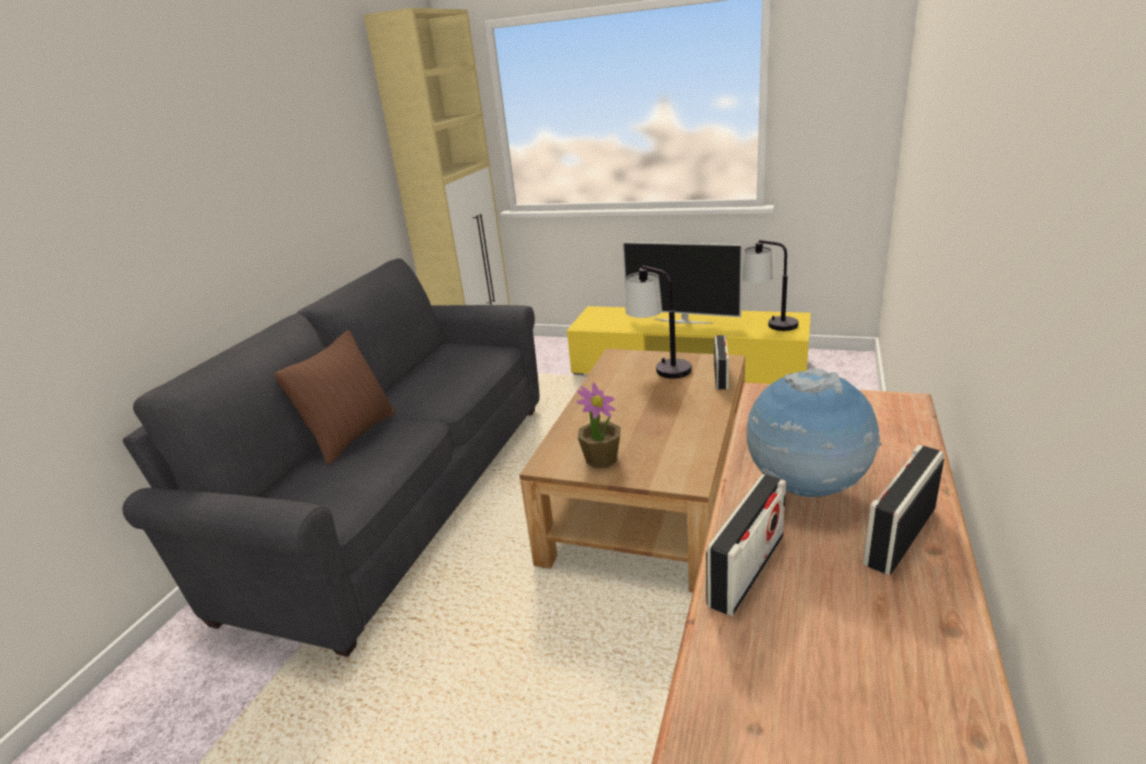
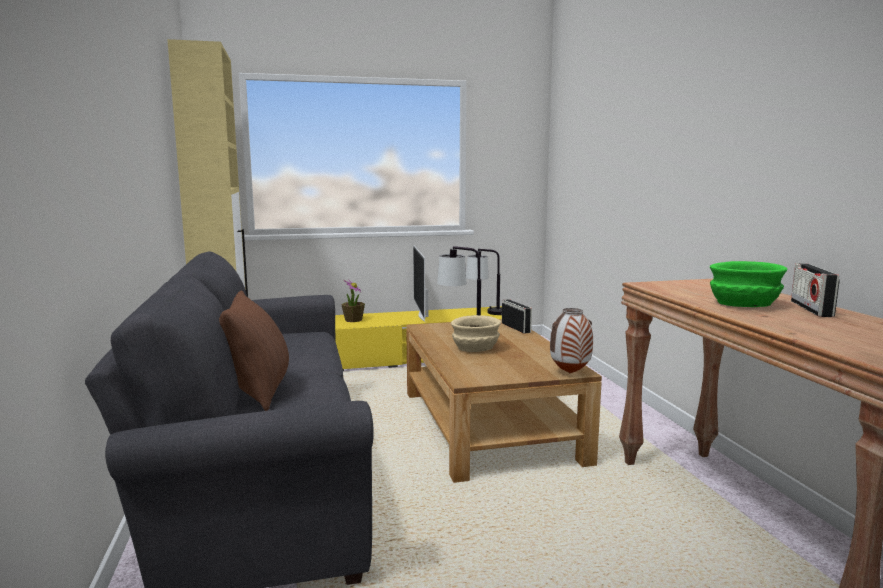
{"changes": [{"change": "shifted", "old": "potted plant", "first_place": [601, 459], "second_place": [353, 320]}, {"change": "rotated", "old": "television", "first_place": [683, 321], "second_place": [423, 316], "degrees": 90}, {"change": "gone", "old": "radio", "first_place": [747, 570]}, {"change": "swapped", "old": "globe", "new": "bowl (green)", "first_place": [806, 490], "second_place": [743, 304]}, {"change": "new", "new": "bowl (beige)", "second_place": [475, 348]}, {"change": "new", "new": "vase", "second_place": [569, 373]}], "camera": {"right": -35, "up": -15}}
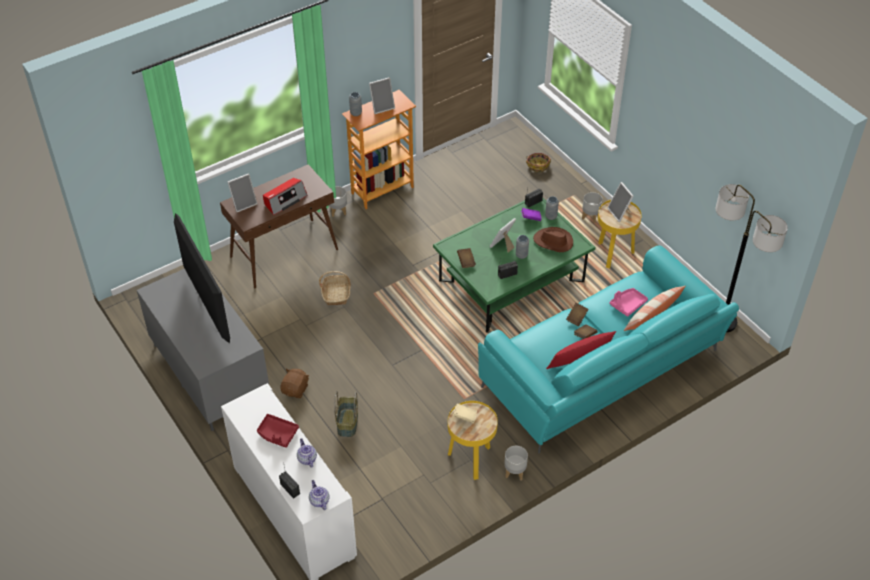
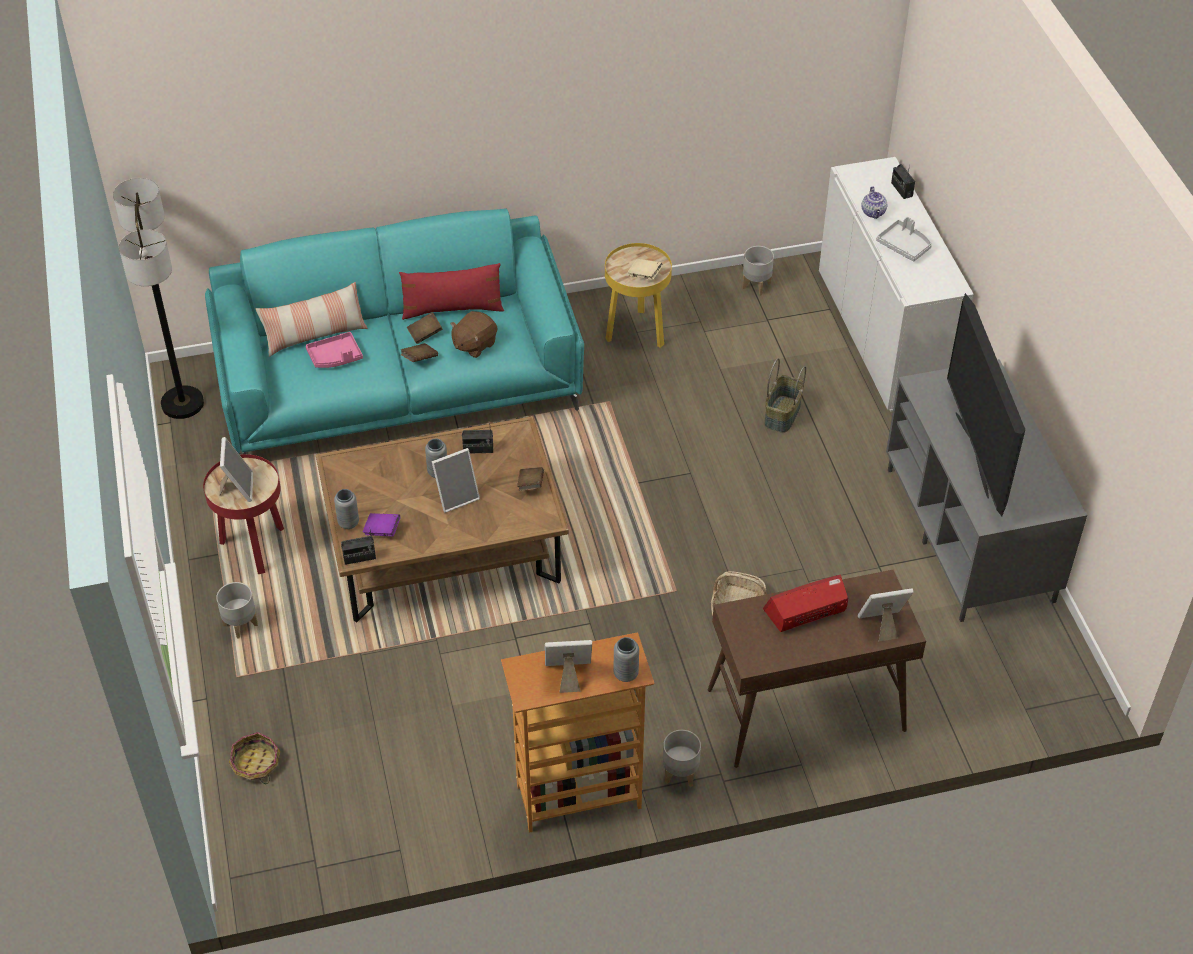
{"changes": [{"change": "repainted", "old": "tray (red)", "new": "tray (grey)", "first_place": [277, 434], "second_place": [904, 246]}, {"change": "shifted", "old": "plush toy (brown)", "first_place": [295, 389], "second_place": [474, 344]}, {"change": "gone", "old": "teapot", "first_place": [319, 501]}, {"change": "repainted", "old": "coffee table (green)", "new": "coffee table (brown)", "first_place": [511, 281], "second_place": [445, 549]}, {"change": "shifted", "old": "planter (grey)", "first_place": [514, 472], "second_place": [756, 285]}, {"change": "gone", "old": "hat (brown)", "first_place": [553, 242]}, {"change": "repainted", "old": "side table (yellow)", "new": "side table (red)", "first_place": [613, 254], "second_place": [254, 547]}], "camera": {"right": -160, "up": 0}}
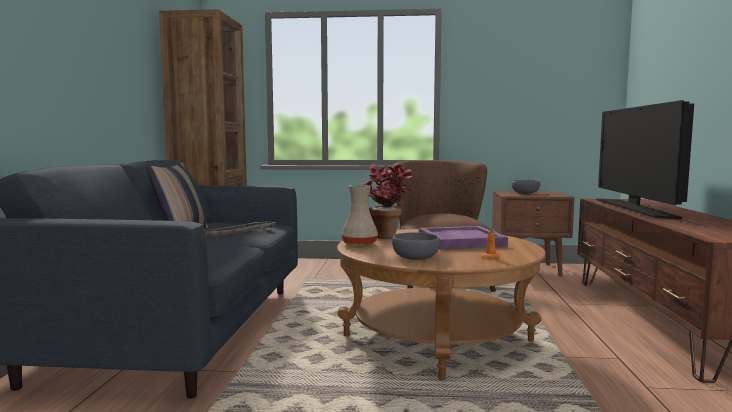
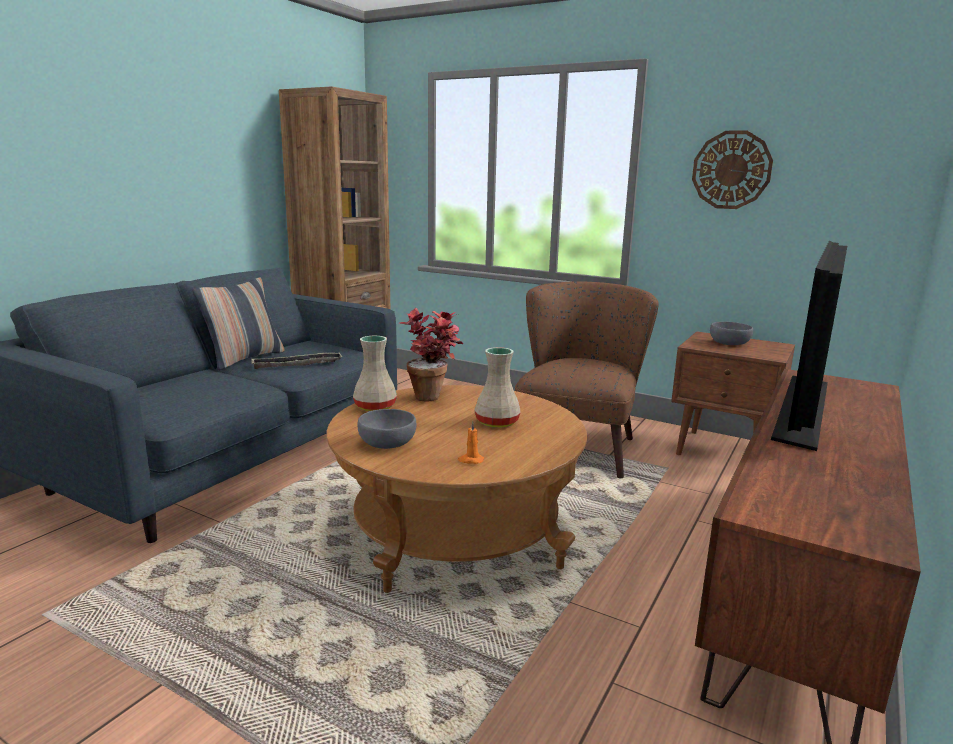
{"changes": [{"change": "swapped", "old": "tray (purple)", "new": "vase (beige)", "first_place": [460, 241], "second_place": [496, 422]}, {"change": "new", "new": "wall clock", "second_place": [731, 170]}], "camera": {"right": 25, "up": 10}}
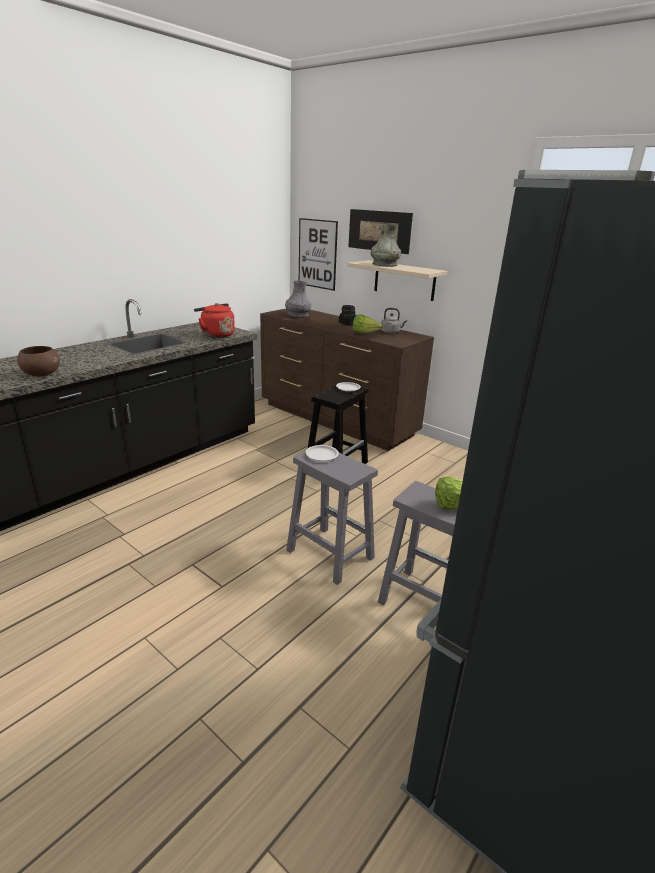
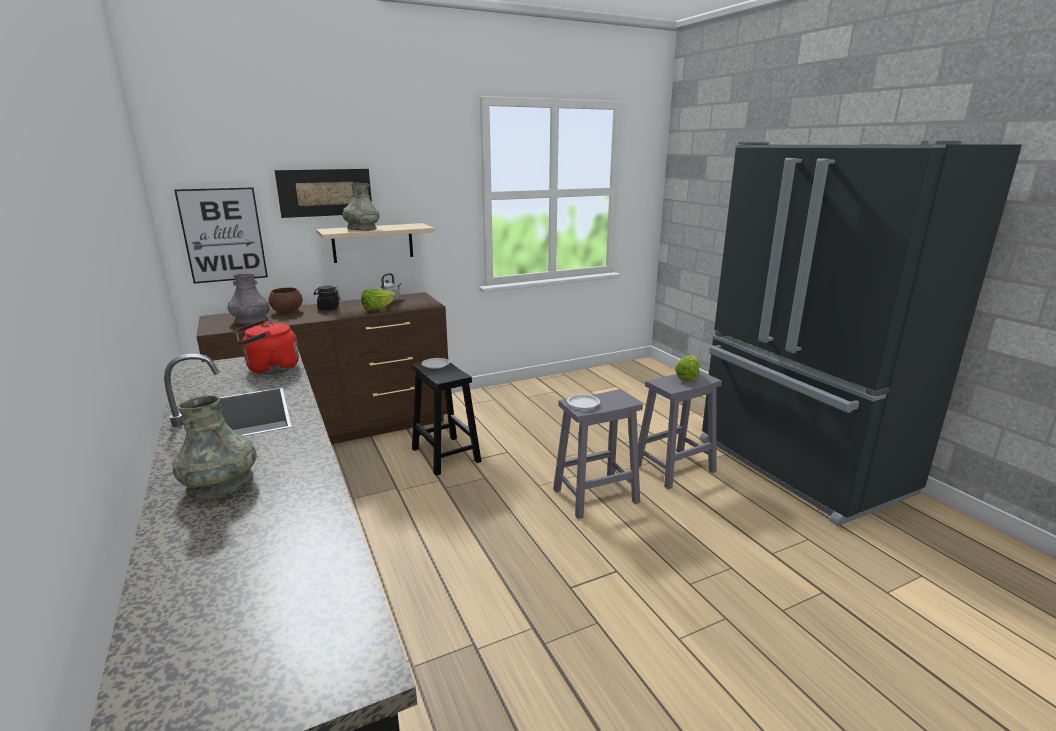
{"changes": [{"change": "shifted", "old": "bowl (brown)", "first_place": [41, 374], "second_place": [287, 311]}, {"change": "new", "new": "vase (grey)", "second_place": [221, 484]}], "camera": {"right": -65, "up": -5}}
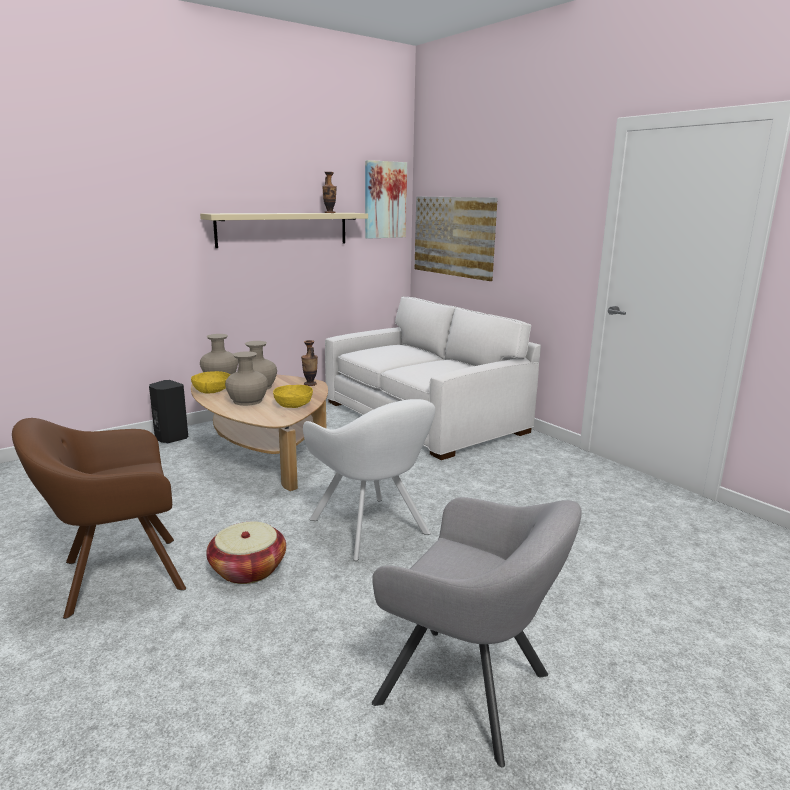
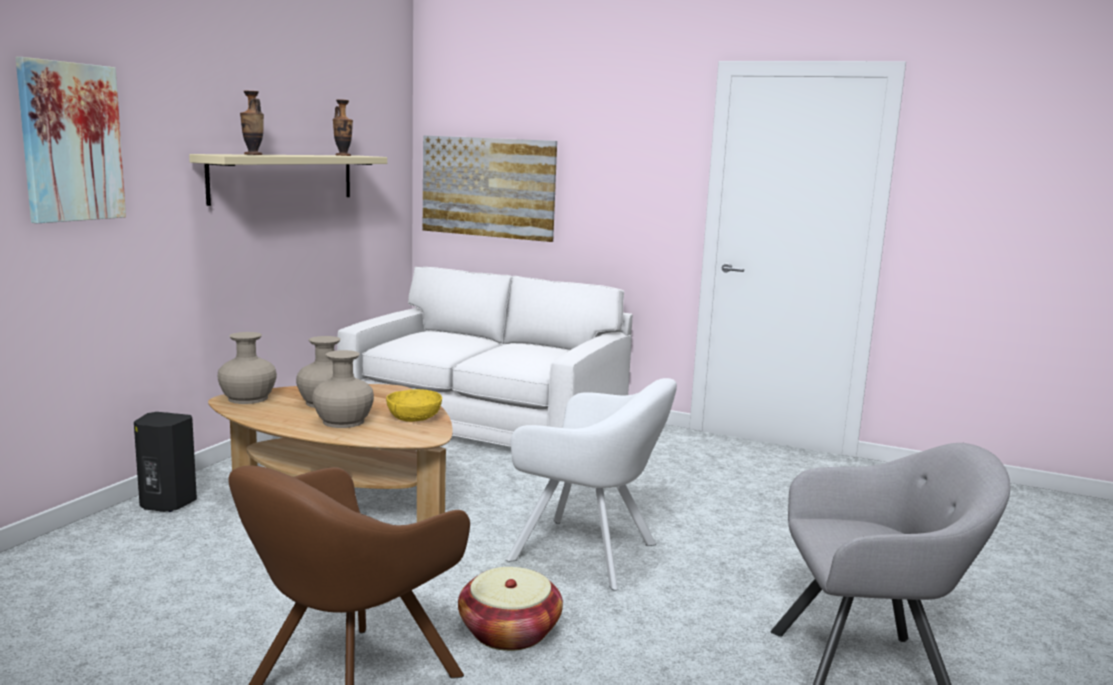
{"changes": [{"change": "gone", "old": "bowl (yellow)", "first_place": [211, 390]}, {"change": "shifted", "old": "vase", "first_place": [310, 384], "second_place": [253, 154]}, {"change": "shifted", "old": "picture", "first_place": [384, 200], "second_place": [71, 142]}], "camera": {"right": -30, "up": -5}}
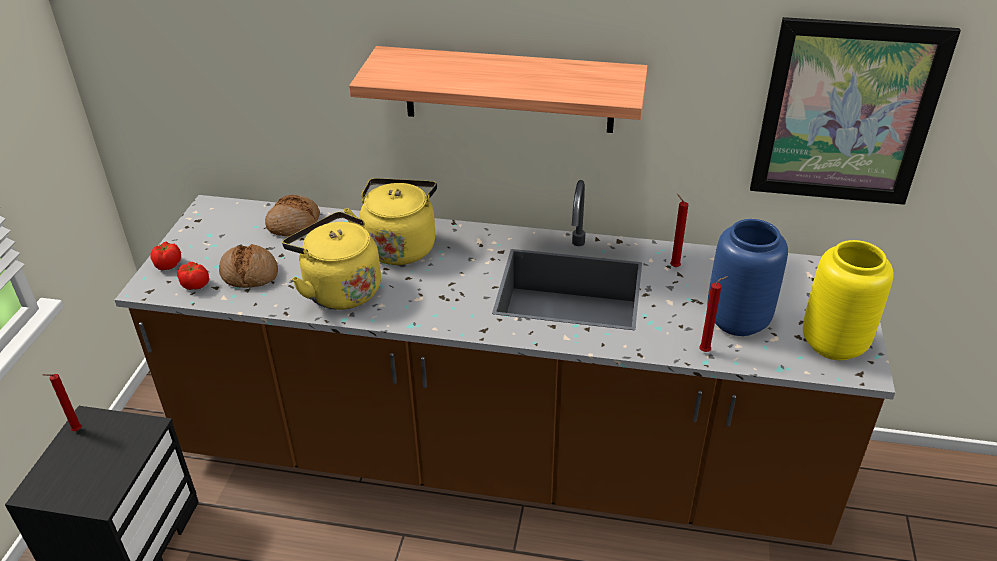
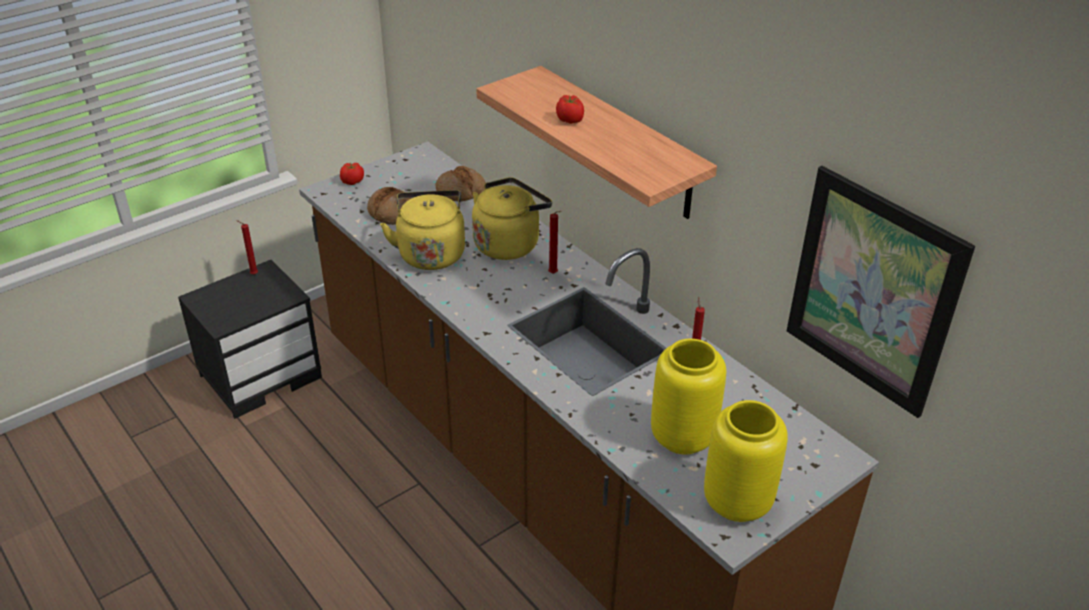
{"changes": [{"change": "shifted", "old": "tomato", "first_place": [195, 285], "second_place": [570, 120]}, {"change": "shifted", "old": "candle (red)", "first_place": [706, 351], "second_place": [554, 274]}, {"change": "repainted", "old": "vase (blue)", "new": "vase (yellow)", "first_place": [739, 321], "second_place": [683, 438]}], "camera": {"right": 40, "up": 0}}
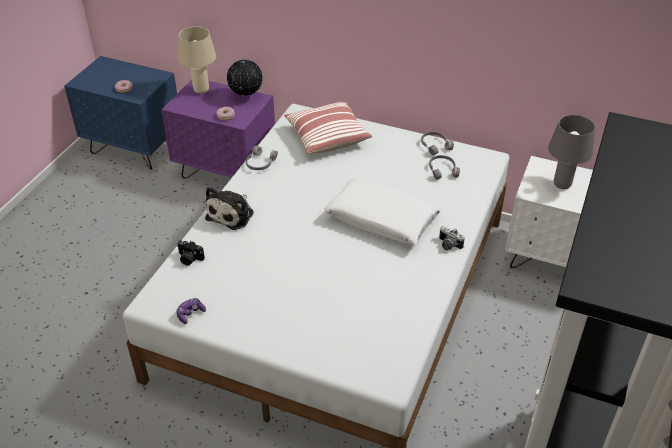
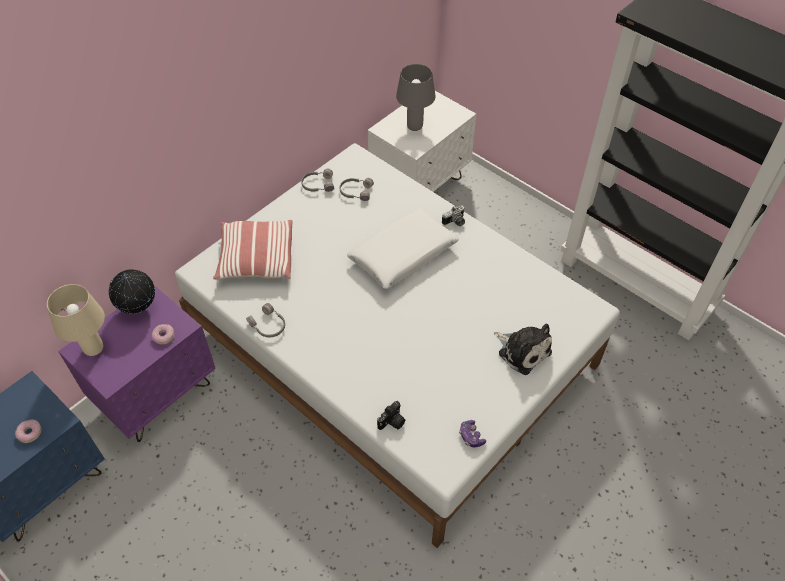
{"changes": [{"change": "shifted", "old": "plush toy", "first_place": [232, 214], "second_place": [522, 351]}], "camera": {"right": -70, "up": 10}}
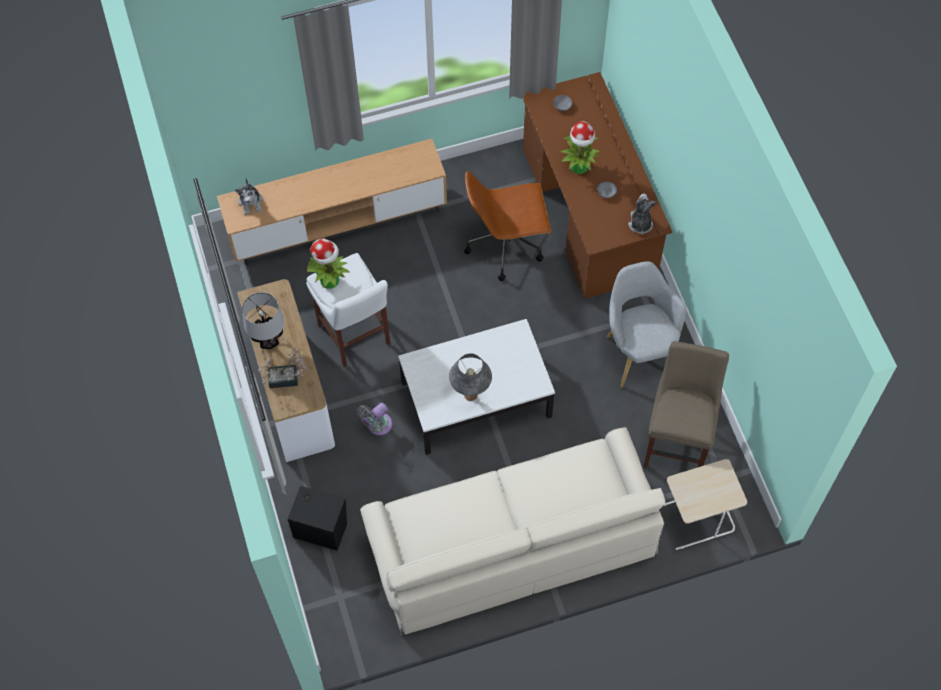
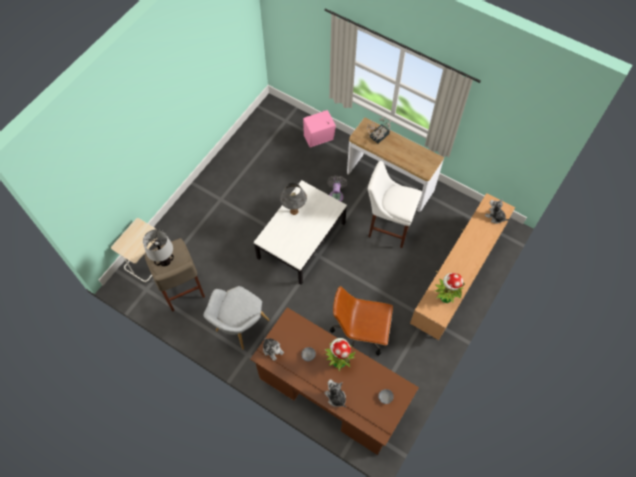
{"changes": [{"change": "shifted", "old": "table lamp", "first_place": [269, 341], "second_place": [165, 261]}, {"change": "repainted", "old": "speaker (black)", "new": "speaker (pink)", "first_place": [320, 528], "second_place": [319, 138]}, {"change": "shifted", "old": "potted plant", "first_place": [330, 280], "second_place": [445, 297]}, {"change": "gone", "old": "sofa (beige)", "first_place": [511, 543]}, {"change": "rotated", "old": "office chair (brown)", "first_place": [506, 245], "second_place": [360, 335], "degrees": -120}, {"change": "rotated", "old": "armchair (grey)", "first_place": [638, 350], "second_place": [239, 327], "degrees": 90}, {"change": "new", "new": "plush toy", "second_place": [335, 397]}], "camera": {"right": 140, "up": 0}}
